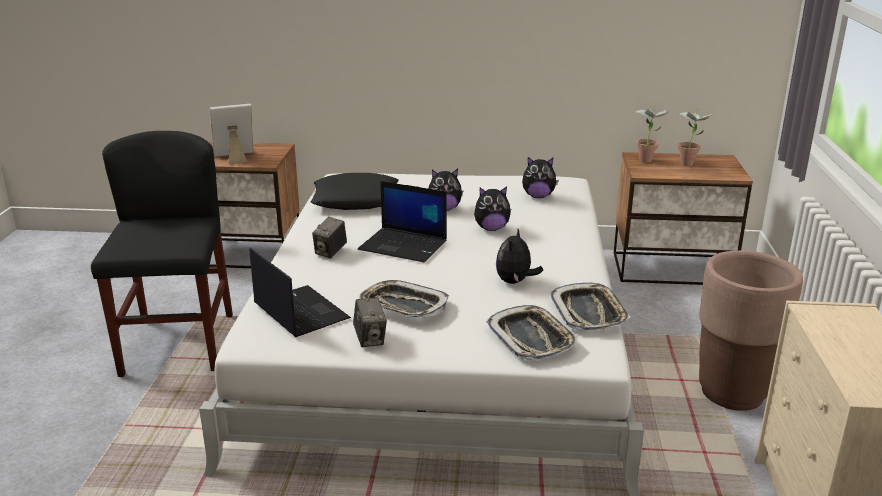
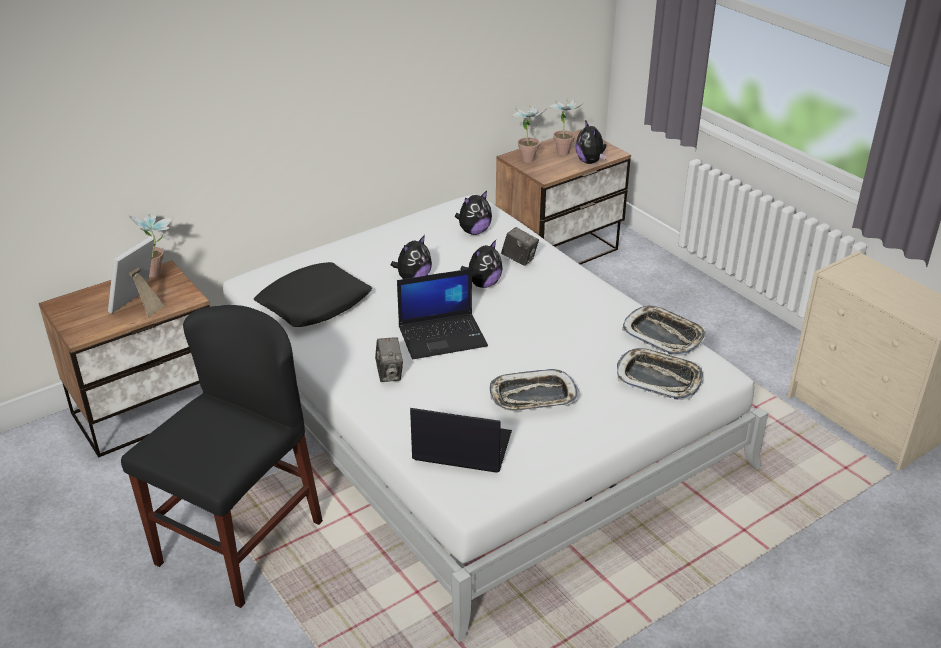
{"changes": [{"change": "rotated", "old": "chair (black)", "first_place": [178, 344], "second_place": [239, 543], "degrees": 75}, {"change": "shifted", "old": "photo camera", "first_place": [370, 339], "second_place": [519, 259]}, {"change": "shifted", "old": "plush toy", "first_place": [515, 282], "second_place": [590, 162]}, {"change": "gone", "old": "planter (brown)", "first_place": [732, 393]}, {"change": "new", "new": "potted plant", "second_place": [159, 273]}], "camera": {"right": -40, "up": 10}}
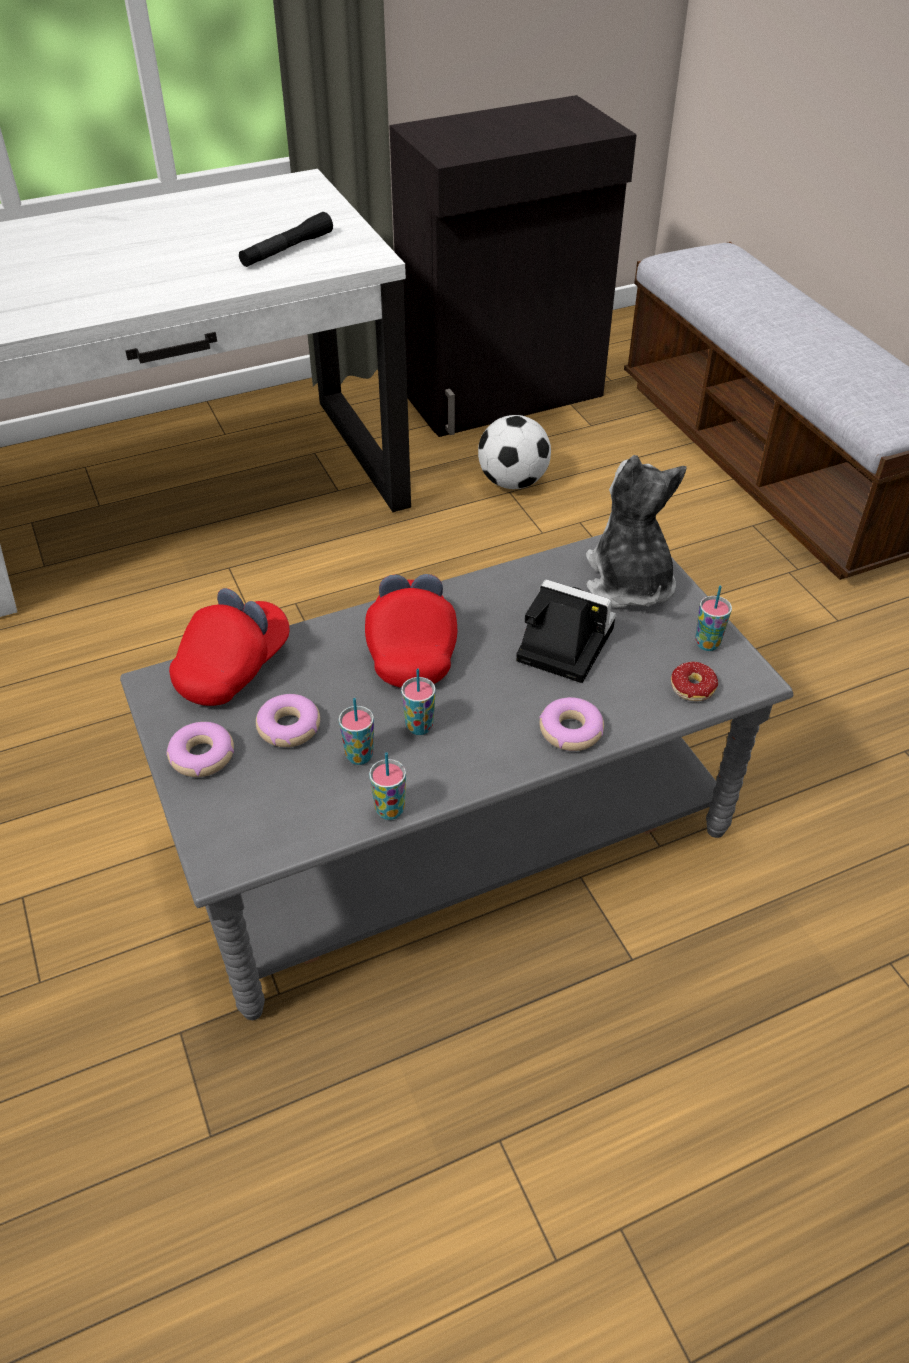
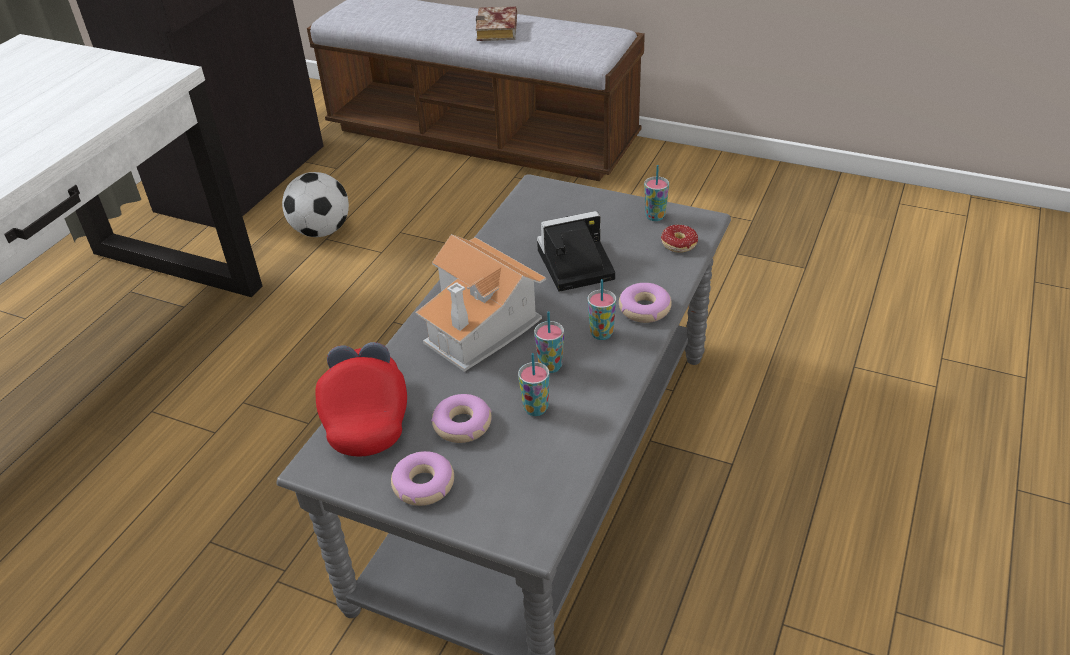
{"changes": [{"change": "gone", "old": "flashlight (black)", "first_place": [287, 250]}, {"change": "swapped", "old": "cap (red)", "new": "toy house", "first_place": [412, 649], "second_place": [481, 325]}, {"change": "shifted", "old": "cup", "first_place": [390, 810], "second_place": [601, 334]}, {"change": "gone", "old": "plush toy", "first_place": [629, 582]}, {"change": "new", "new": "book", "second_place": [499, 31]}], "camera": {"right": -40, "up": -5}}
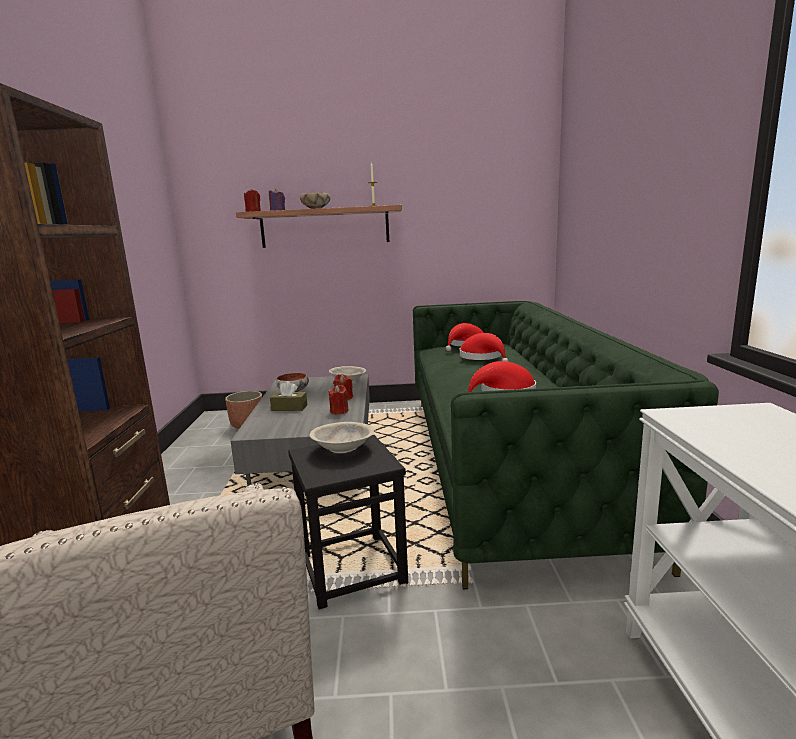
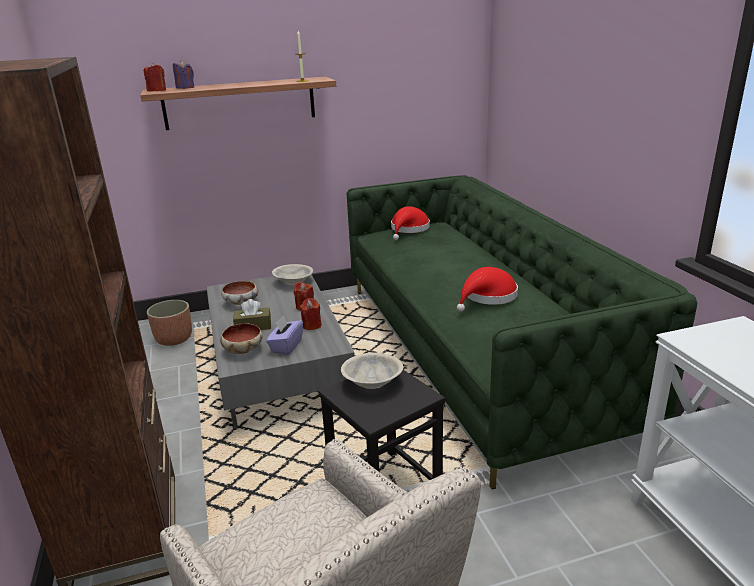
{"changes": [{"change": "shifted", "old": "bowl", "first_place": [316, 209], "second_place": [242, 349]}, {"change": "gone", "old": "hat (red)", "first_place": [483, 357]}, {"change": "new", "new": "tissue box (purple)", "second_place": [286, 346]}], "camera": {"right": -15, "up": 10}}
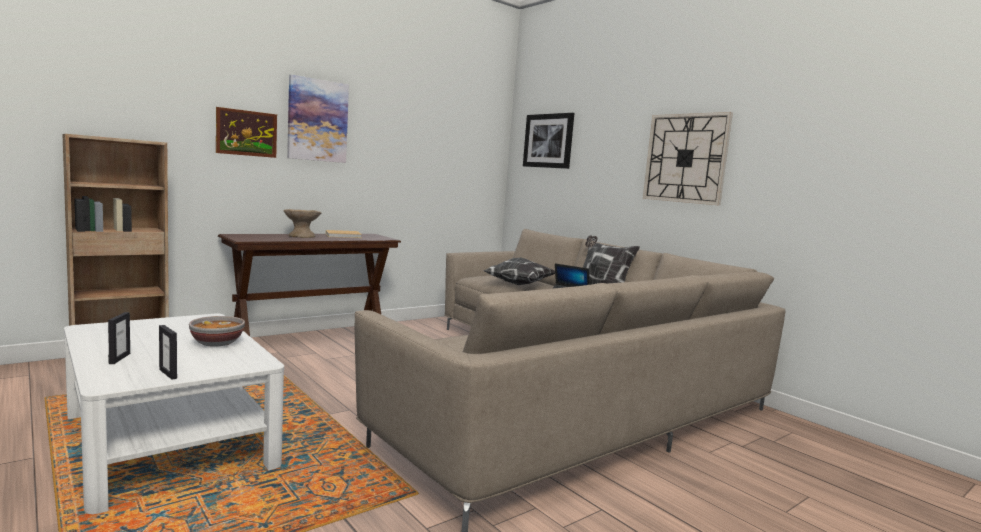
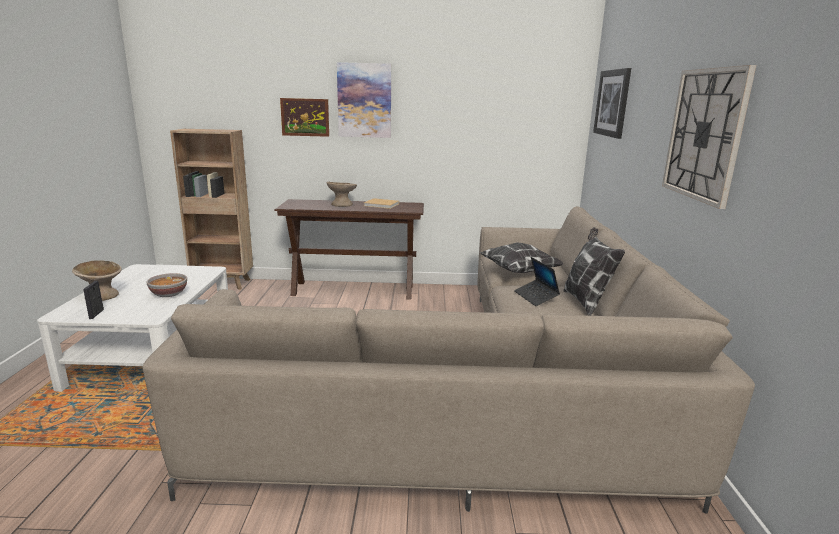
{"changes": [{"change": "swapped", "old": "picture frame", "new": "bowl (beige)", "first_place": [119, 358], "second_place": [102, 296]}], "camera": {"right": 40, "up": 10}}
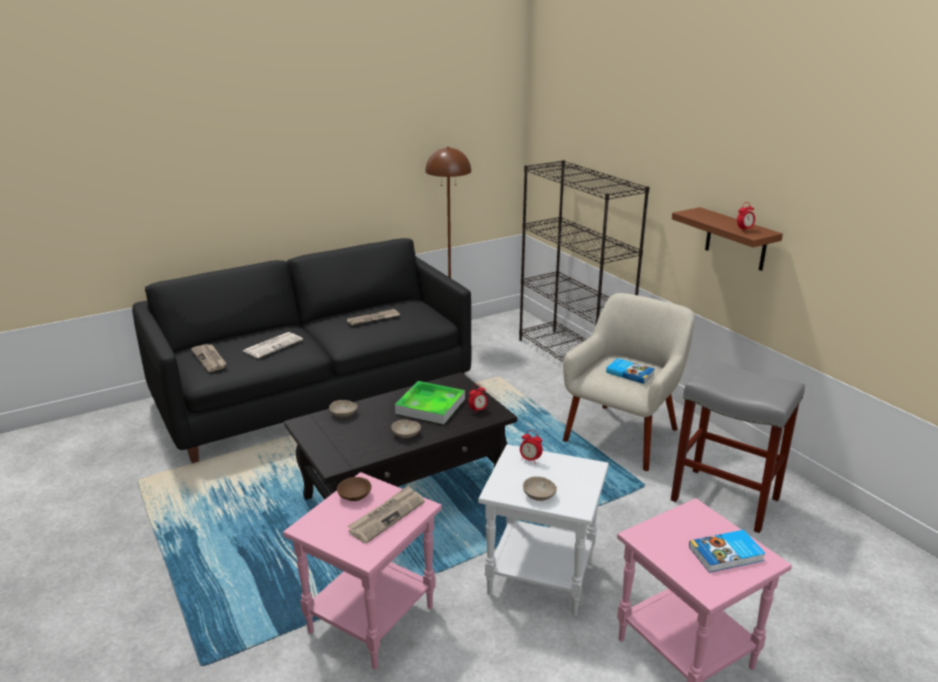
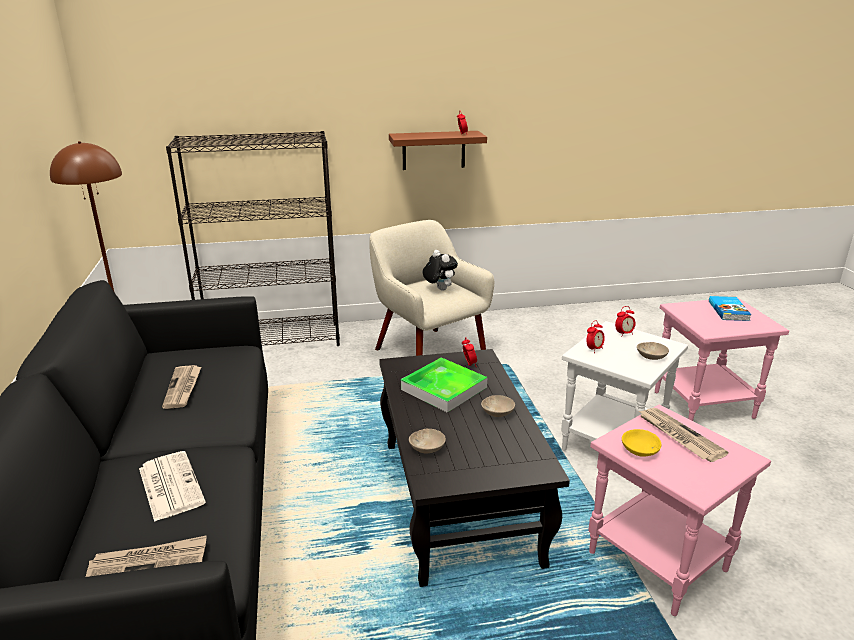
{"changes": [{"change": "repainted", "old": "bowl (brown)", "new": "bowl (yellow)", "first_place": [355, 495], "second_place": [638, 450]}, {"change": "swapped", "old": "book", "new": "plush toy", "first_place": [630, 373], "second_place": [439, 289]}, {"change": "gone", "old": "stool (grey)", "first_place": [726, 499]}, {"change": "new", "new": "alarm clock", "second_place": [624, 334]}], "camera": {"right": -70, "up": 0}}
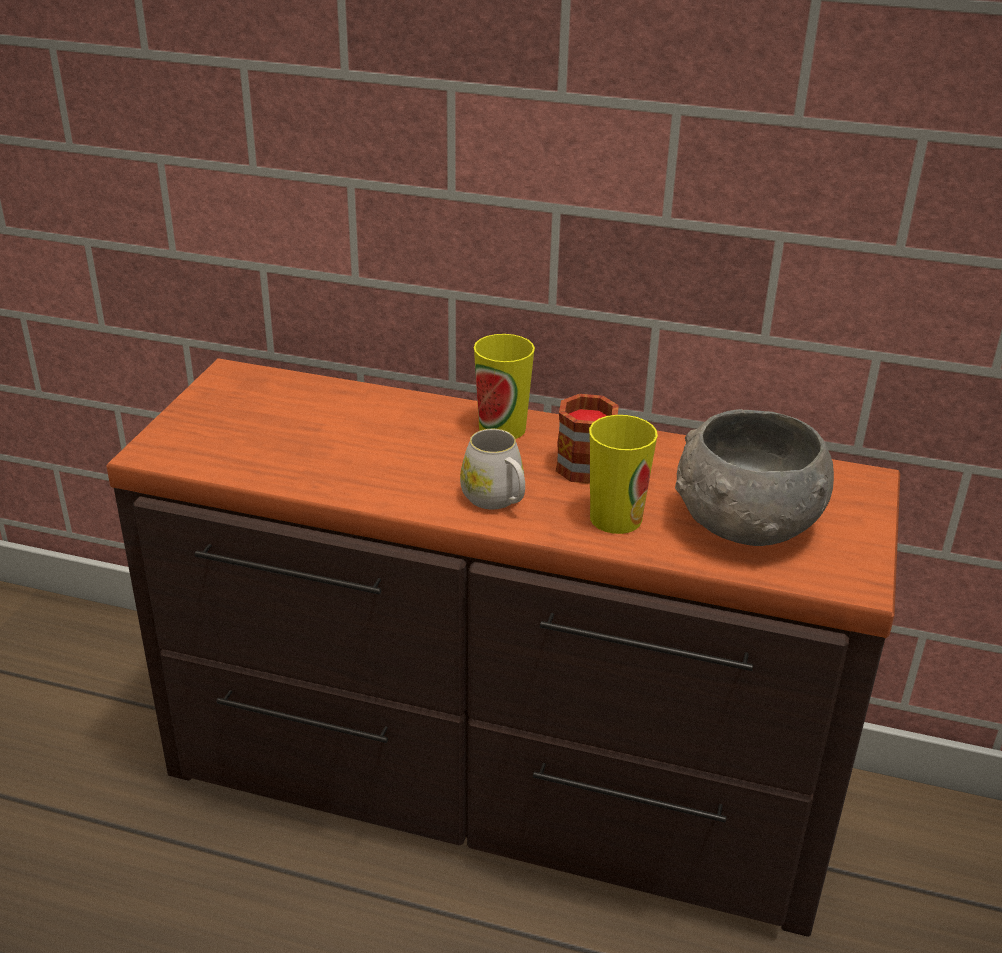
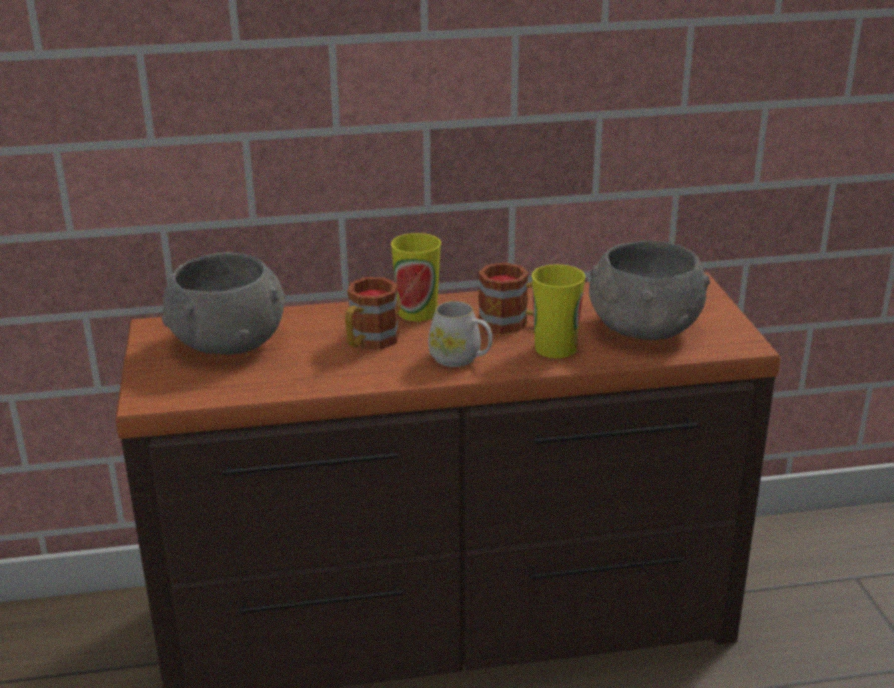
{"changes": [{"change": "new", "new": "bowl (grey)", "second_place": [228, 341]}, {"change": "new", "new": "mug", "second_place": [368, 342]}], "camera": {"right": -25, "up": -5}}
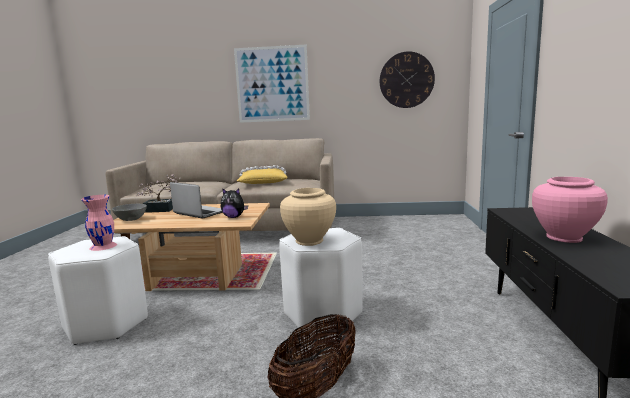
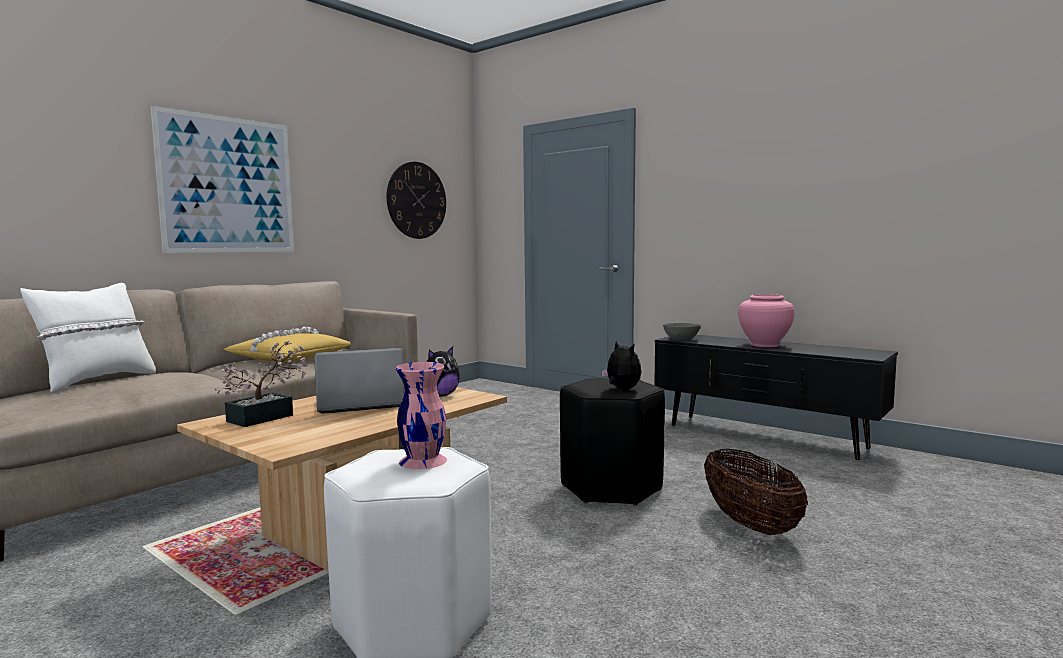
{"changes": [{"change": "shifted", "old": "bowl (grey)", "first_place": [131, 219], "second_place": [681, 339]}, {"change": "repainted", "old": "stool (white)", "new": "stool (black)", "first_place": [323, 313], "second_place": [611, 487]}, {"change": "swapped", "old": "vase (beige)", "new": "plush toy", "first_place": [309, 241], "second_place": [621, 389]}, {"change": "new", "new": "pillow (white)", "second_place": [97, 381]}], "camera": {"right": -55, "up": -5}}
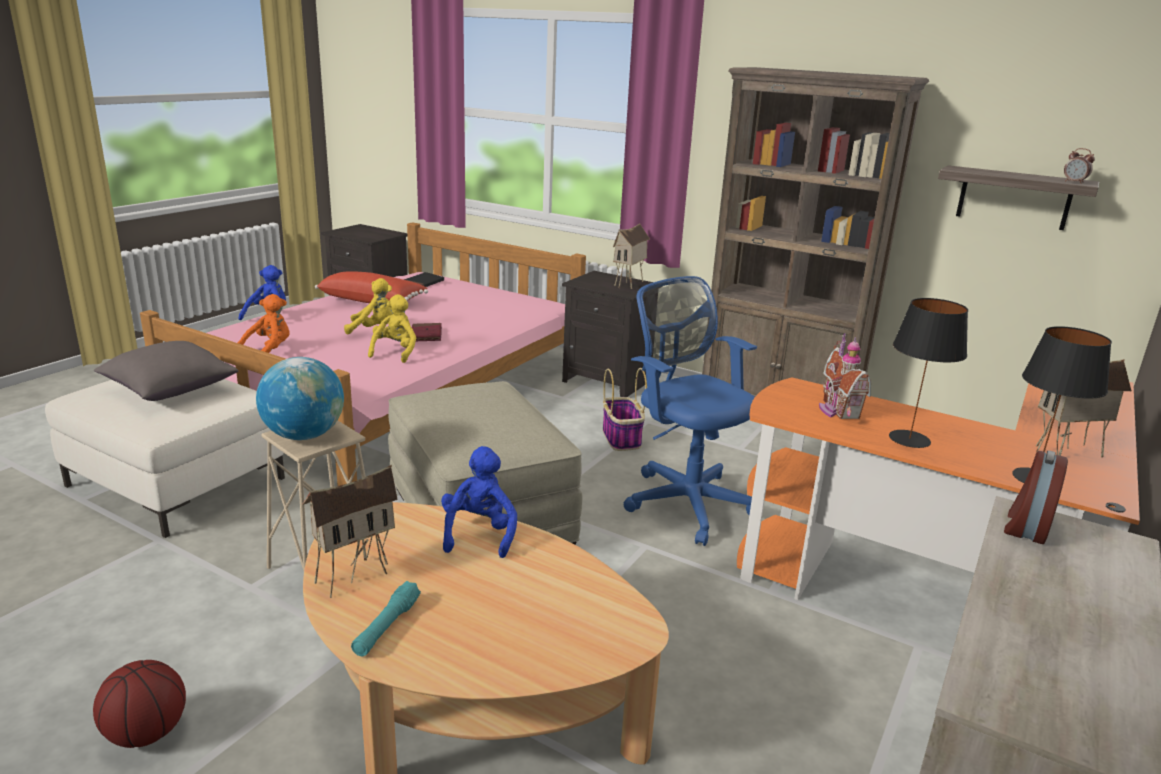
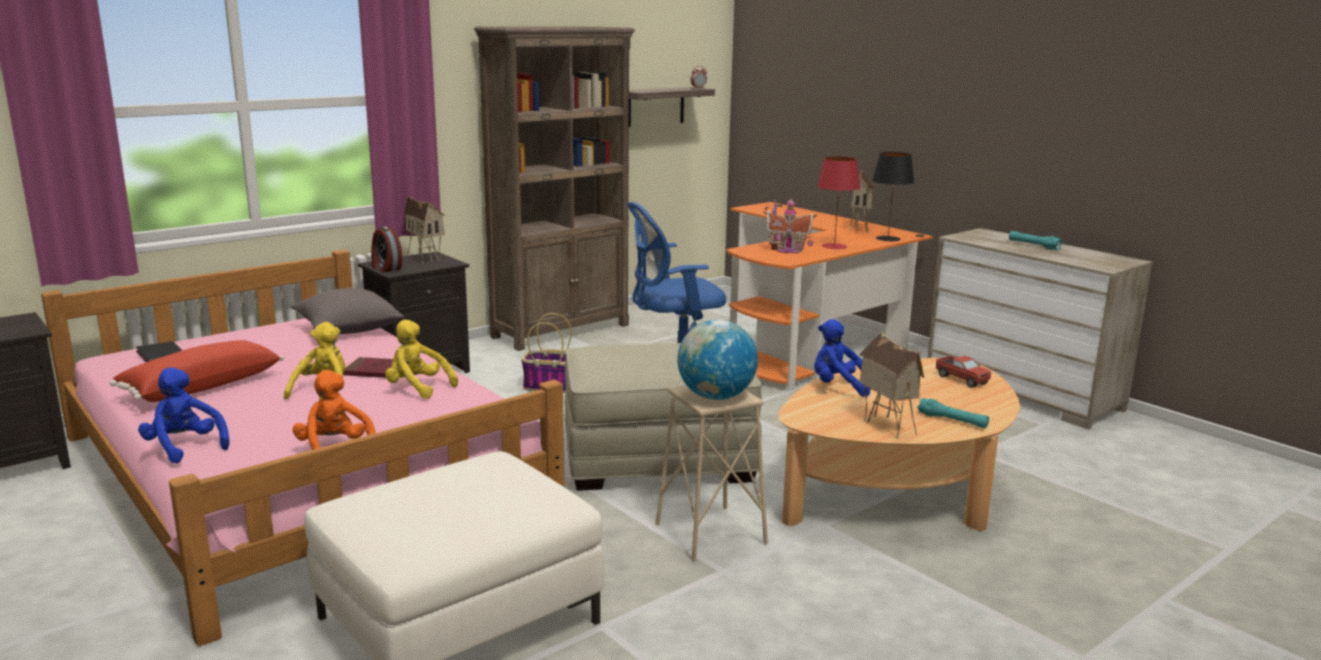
{"changes": [{"change": "gone", "old": "basketball", "first_place": [146, 733]}, {"change": "shifted", "old": "pillow (grey)", "first_place": [169, 390], "second_place": [348, 330]}, {"change": "repainted", "old": "table lamp (black)", "new": "table lamp (red)", "first_place": [910, 439], "second_place": [835, 246]}, {"change": "shifted", "old": "alarm clock", "first_place": [1026, 526], "second_place": [386, 268]}, {"change": "new", "new": "toy truck", "second_place": [961, 380]}, {"change": "new", "new": "flashlight (turquoise)", "second_place": [1033, 245]}], "camera": {"right": -70, "up": -5}}
